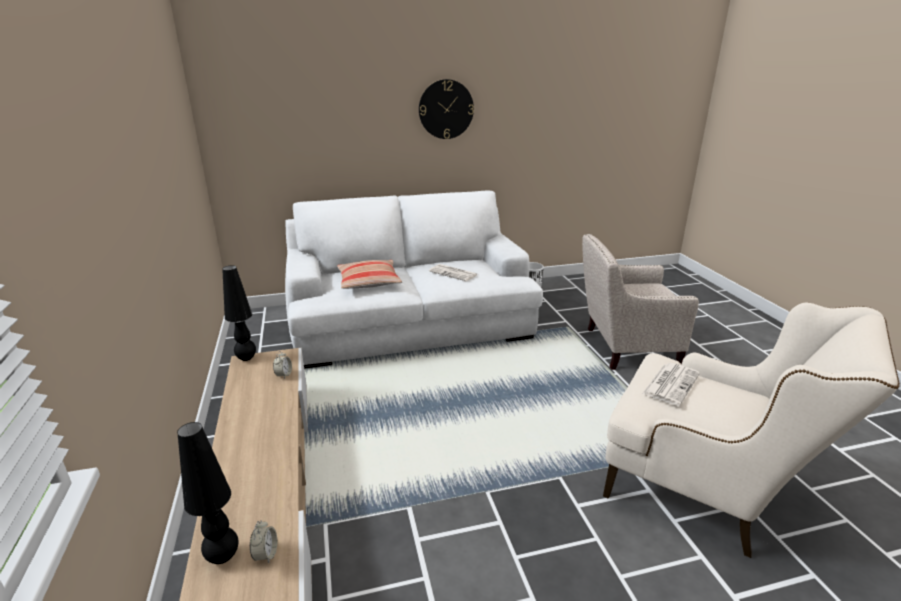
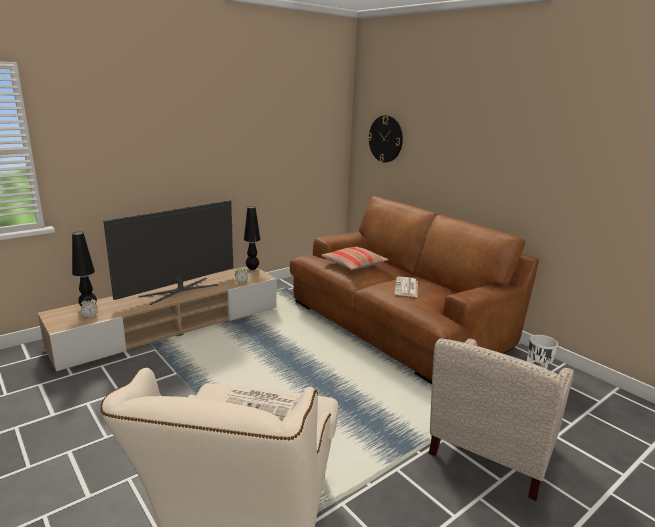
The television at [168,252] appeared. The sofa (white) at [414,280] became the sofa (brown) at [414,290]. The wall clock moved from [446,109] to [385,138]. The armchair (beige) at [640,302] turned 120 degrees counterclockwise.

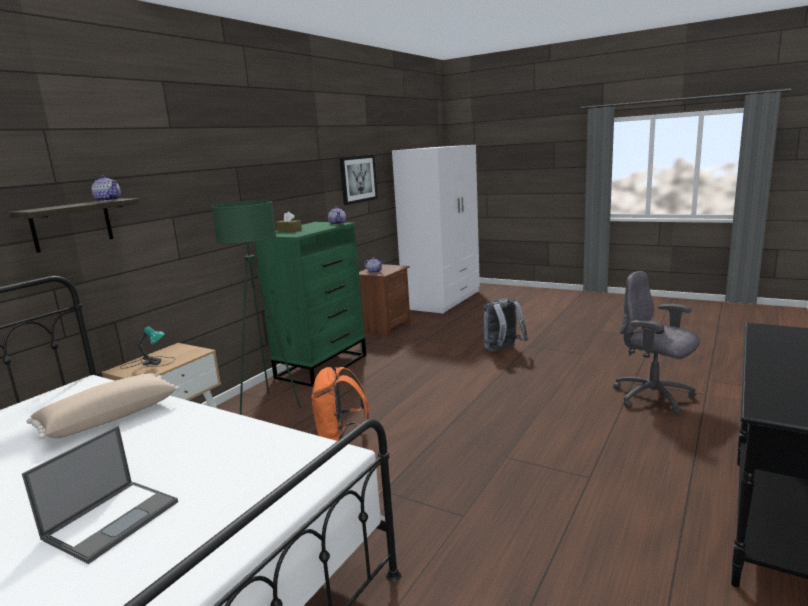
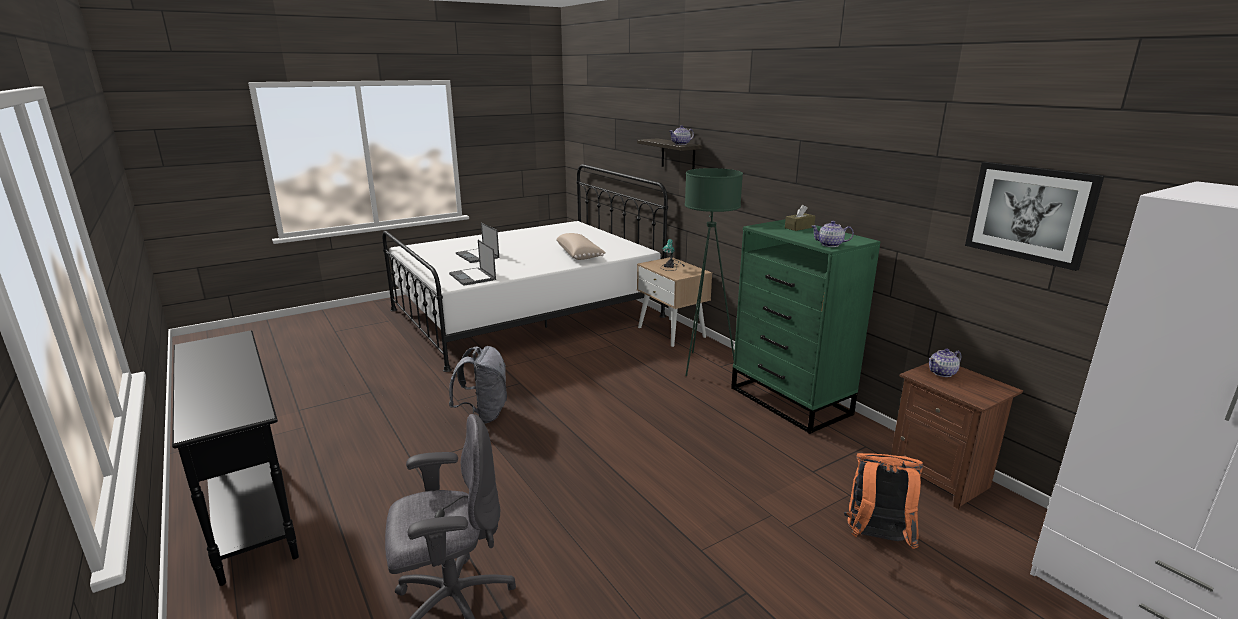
The laptop at [472,263] appeared. The backpack (grey) moved from [505,325] to [478,384]. The backpack (orange) moved from [340,404] to [883,501].

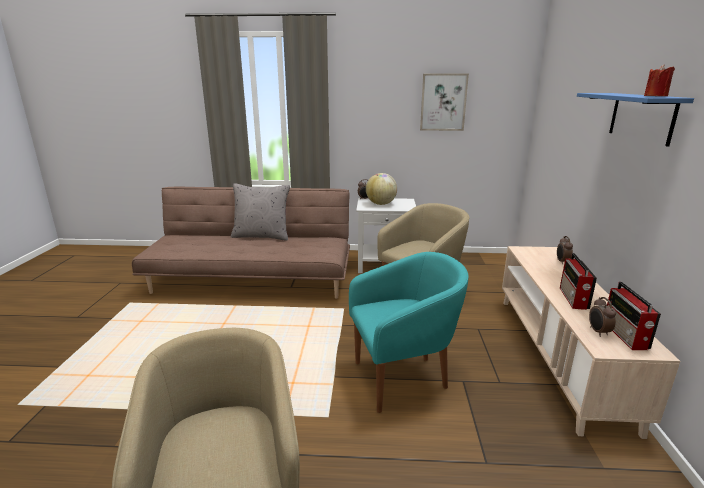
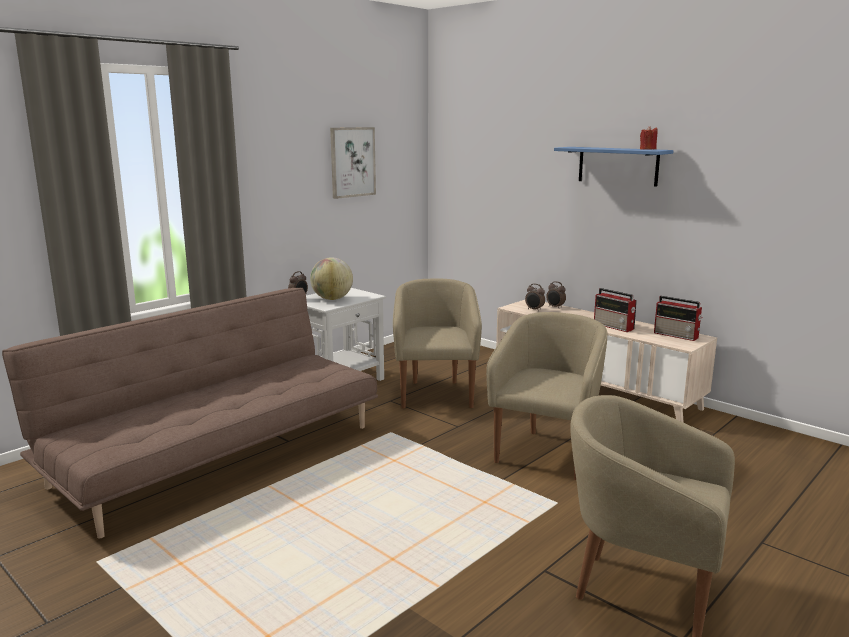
The armchair (turquoise) at [409,332] became the armchair (beige) at [546,396]. The alarm clock moved from [602,317] to [535,297]. The pillow (grey) at [260,211] disappeared.

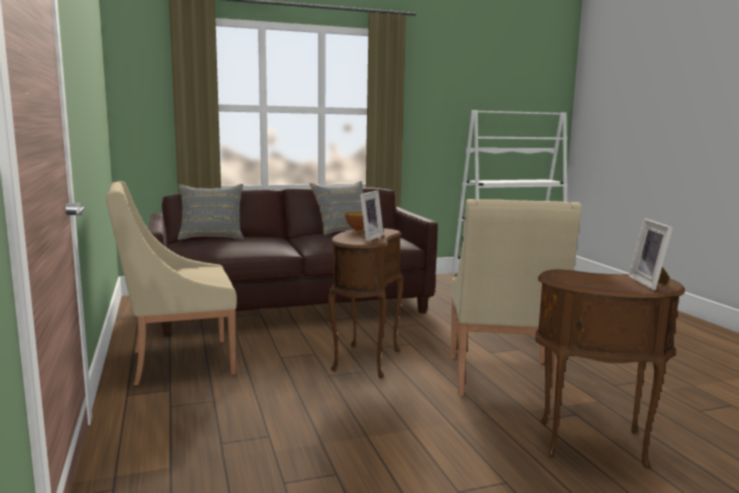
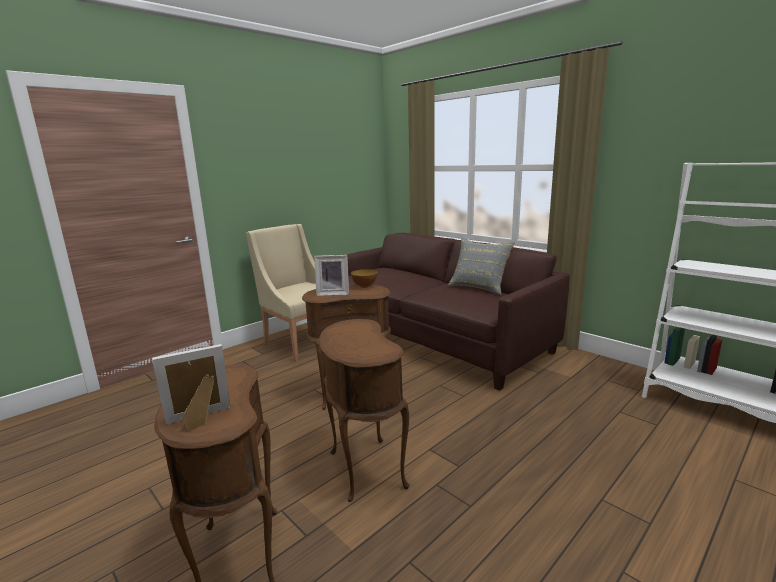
The armchair (beige) at [516,300] was replaced by the side table (brown) at [364,410]. The pillow (grey) at [211,212] disappeared.

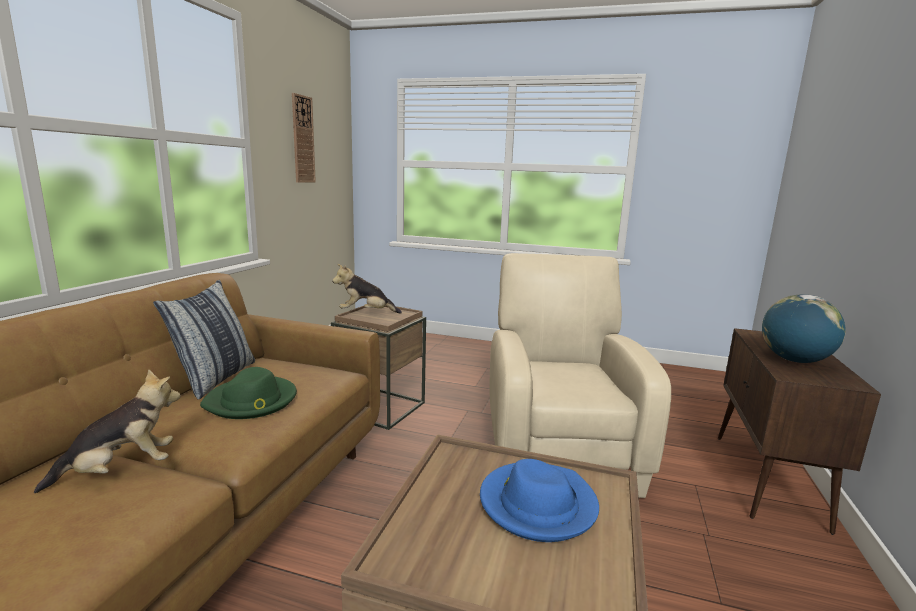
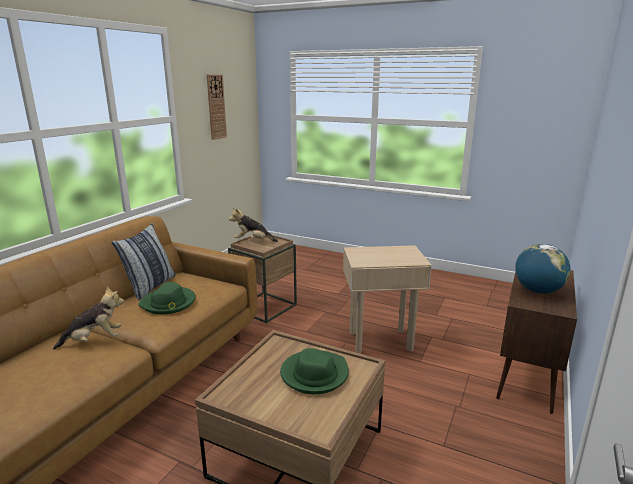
The hat (blue) at [539,500] became the hat (green) at [314,371]. The armchair (beige) at [580,375] was replaced by the side table (beige) at [387,299].

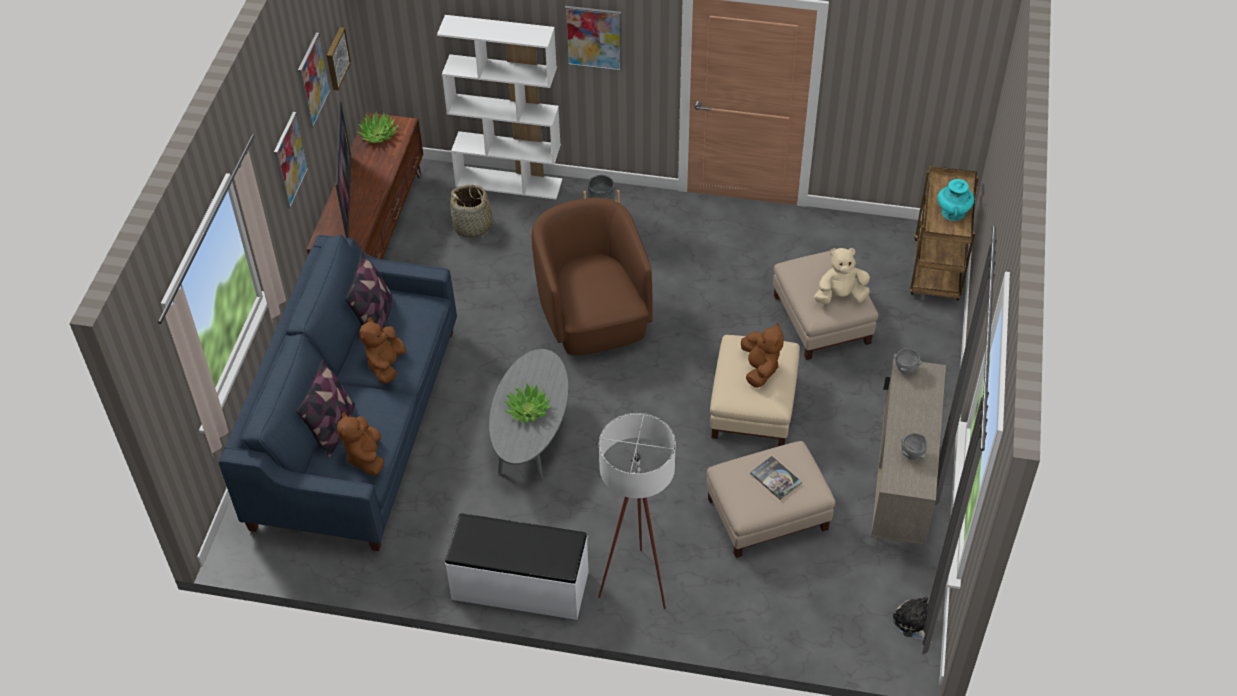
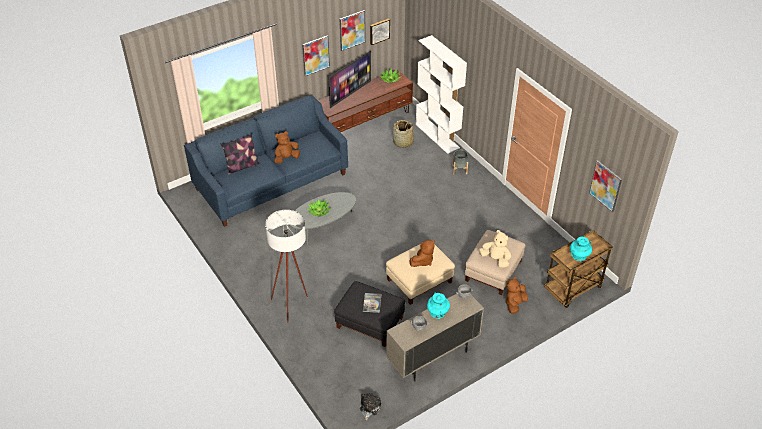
The ottoman (beige) at [771,499] became the ottoman (black) at [369,314]. The vase (turquoise) at [438,306] appeared. The plush toy (brown) moved from [360,444] to [517,295]. The picture moved from [593,38] to [605,186]. The pillow at [368,290] disappeared. The bench (white) at [517,566] disappeared. The armchair (brown) at [592,276] disappeared.

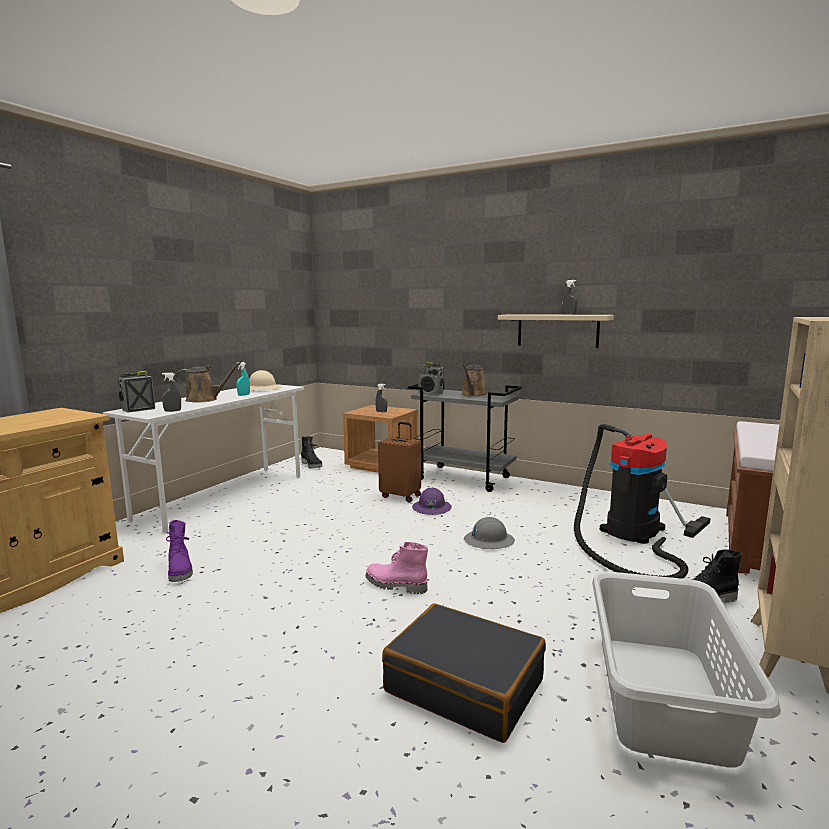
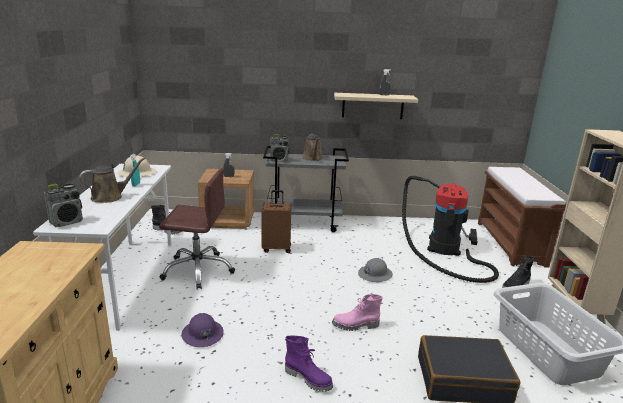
The radio at [136,392] turned 150 degrees counterclockwise. The office chair (brown) at [197,229] appeared. The hard hat (purple) moved from [432,501] to [202,330]. The boot (purple) moved from [179,551] to [309,363]. The spray bottle (grey) at [171,392] disappeared.

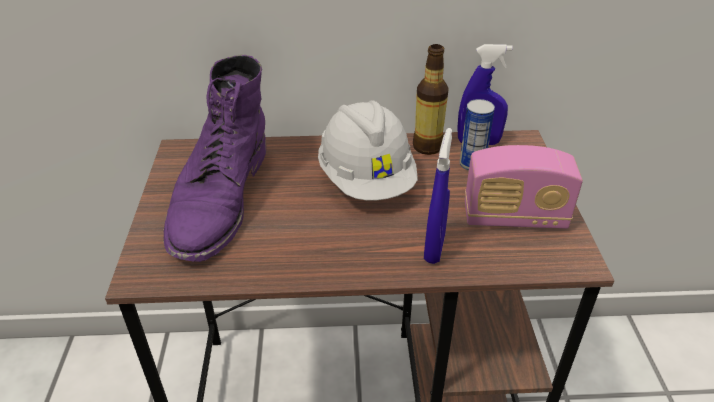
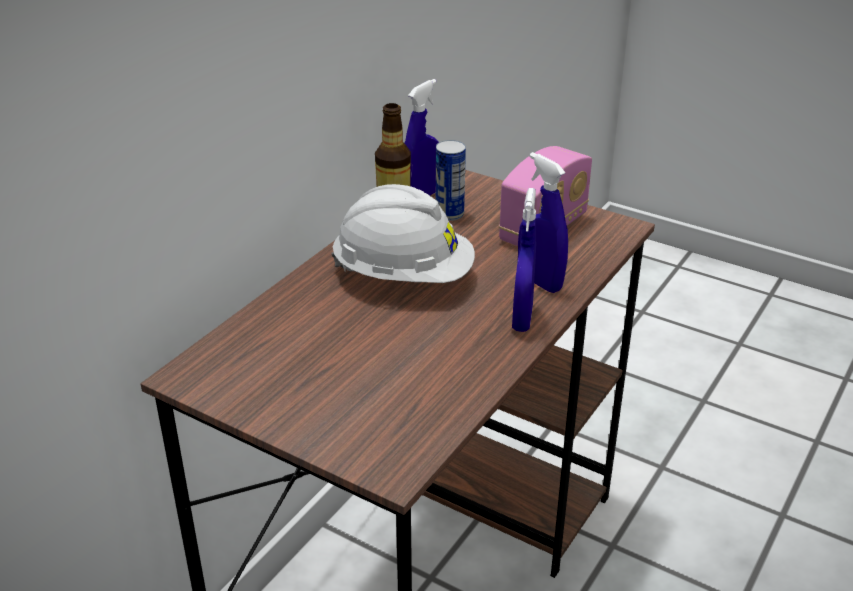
The spray bottle (blue) at [524,260] appeared. The boot (purple) at [214,158] disappeared.

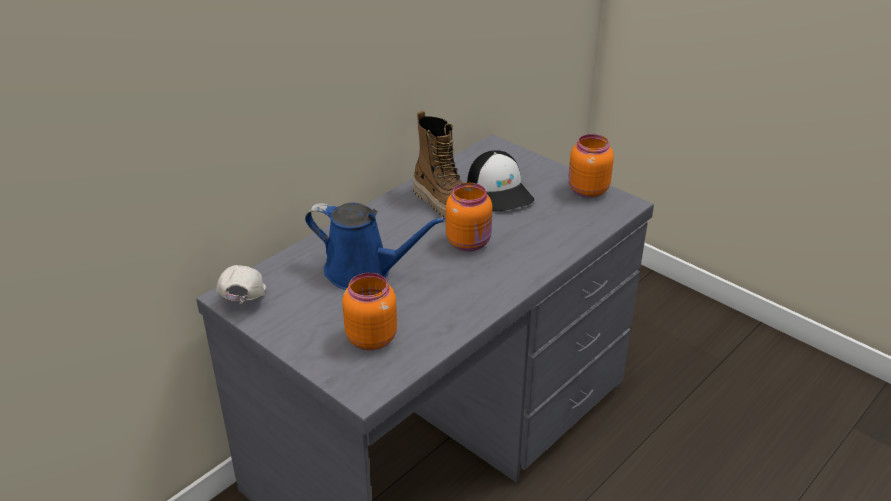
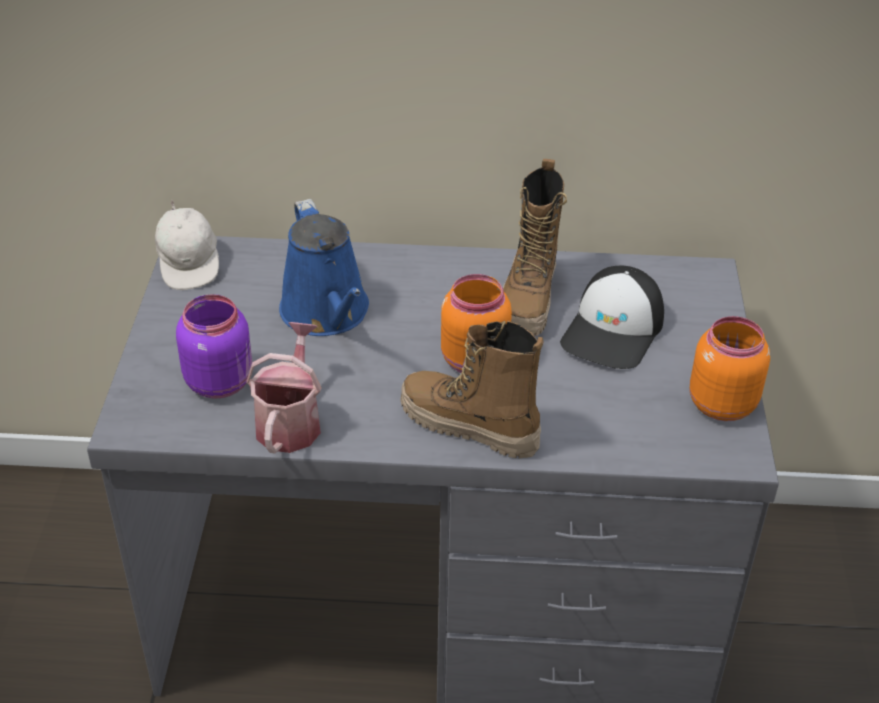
The cap (white) at [241,284] turned 120 degrees clockwise. The jar (orange) at [369,311] became the jar (purple) at [214,346]. The watering can at [283,387] appeared. The boot at [471,389] appeared.

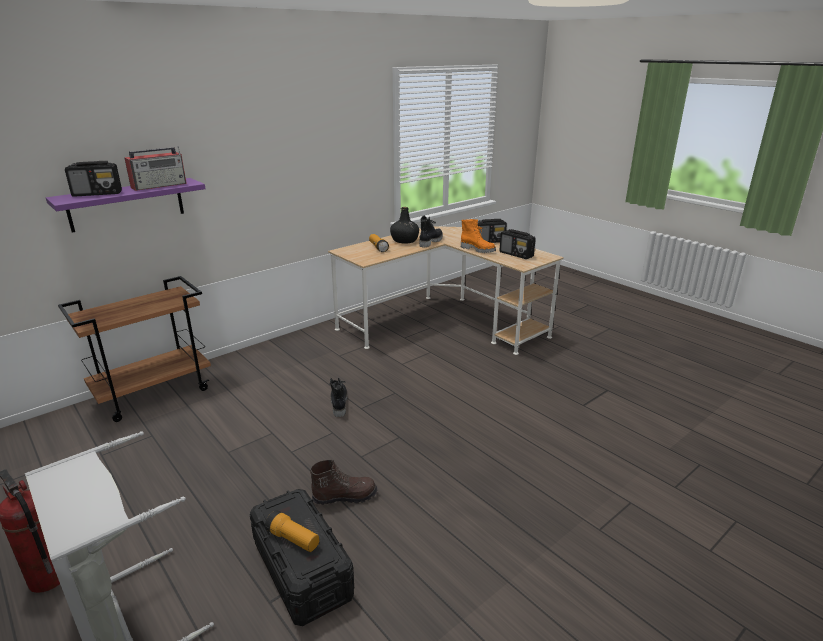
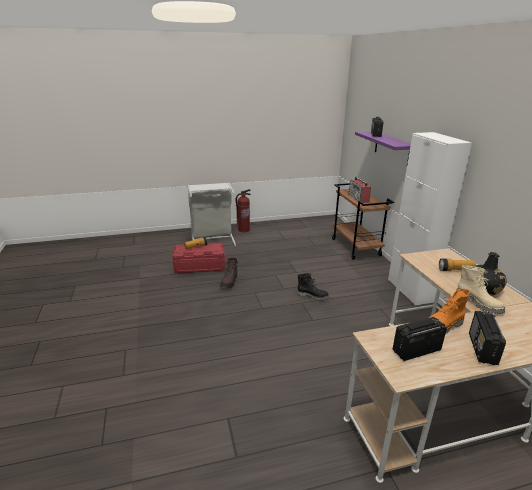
The storage box (black) at [302,557] became the storage box (red) at [198,258]. The radio moved from [155,168] to [360,190]. The cabinet (white) at [430,218] appeared. The boot (black) at [431,231] became the boot (beige) at [481,289].

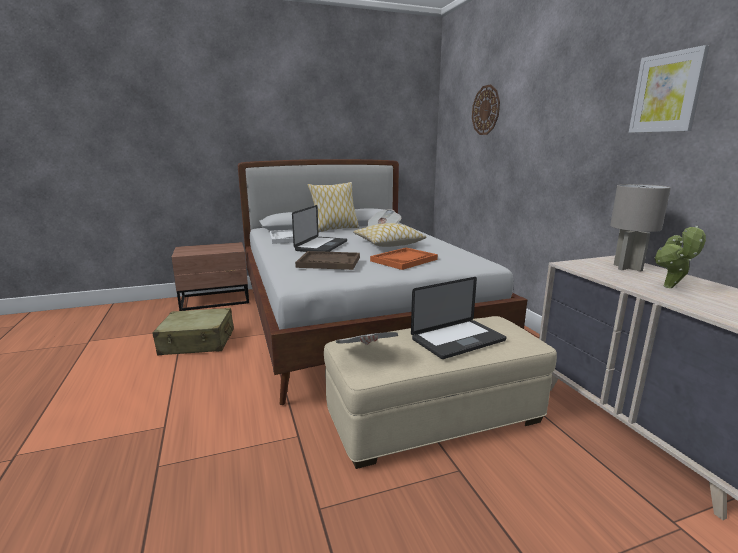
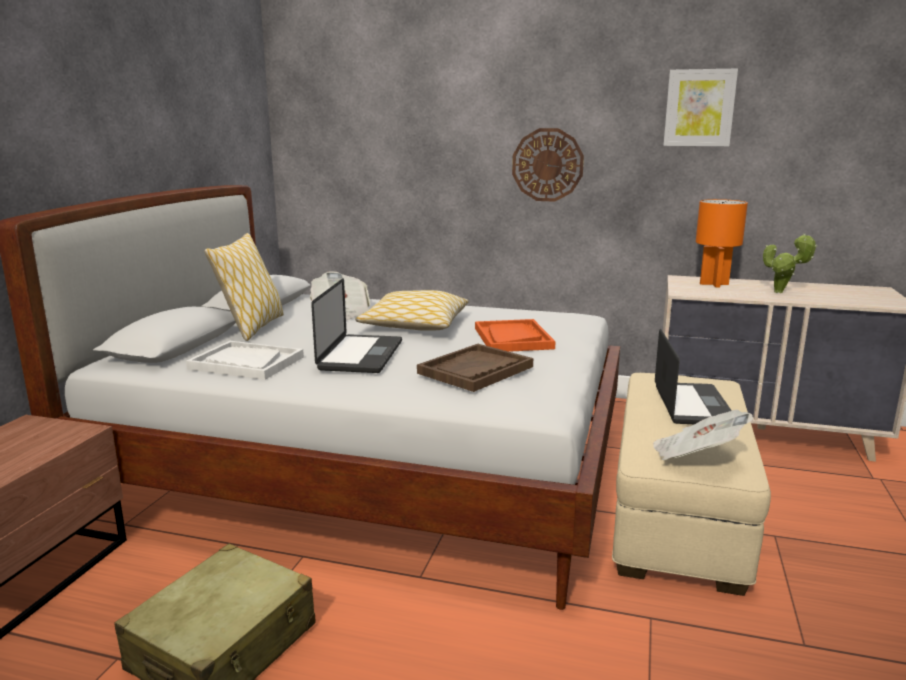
The laptop at [319,228] turned 45 degrees clockwise. The wall clock moved from [486,109] to [548,165]. The table lamp (grey) at [640,228] became the table lamp (orange) at [722,243].

